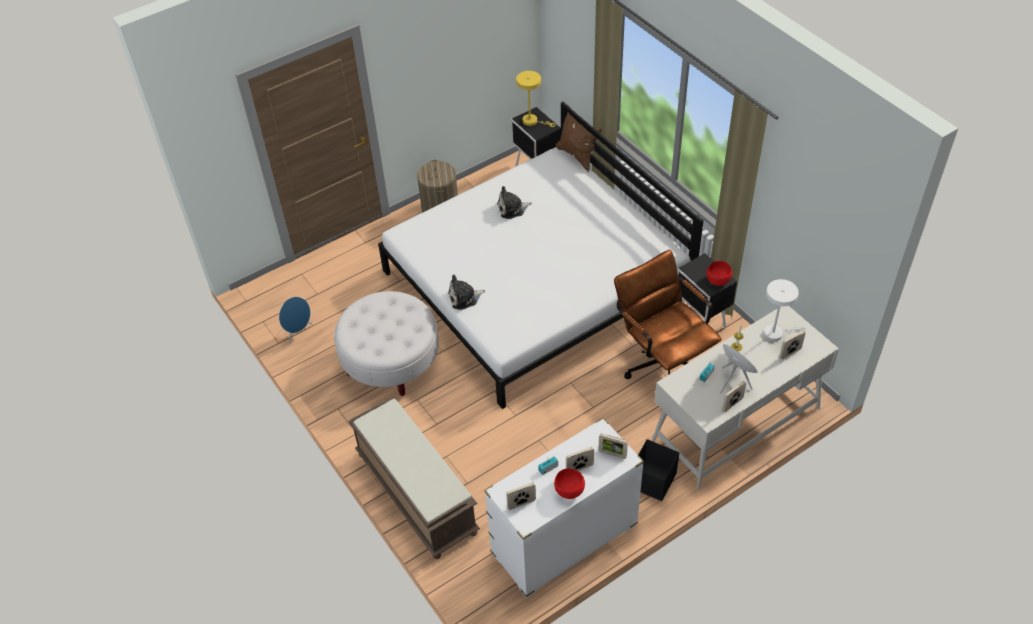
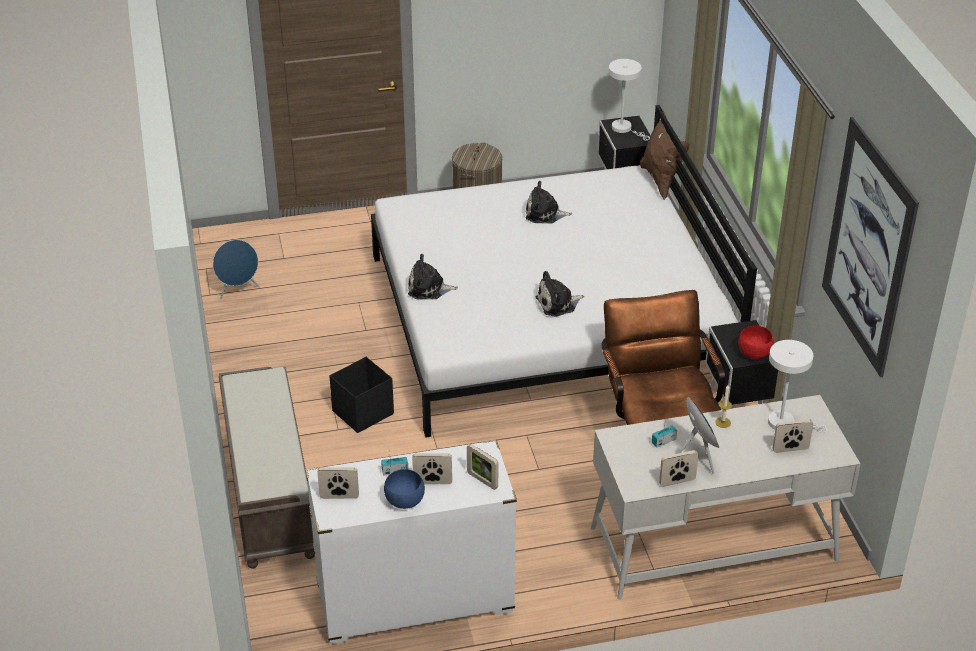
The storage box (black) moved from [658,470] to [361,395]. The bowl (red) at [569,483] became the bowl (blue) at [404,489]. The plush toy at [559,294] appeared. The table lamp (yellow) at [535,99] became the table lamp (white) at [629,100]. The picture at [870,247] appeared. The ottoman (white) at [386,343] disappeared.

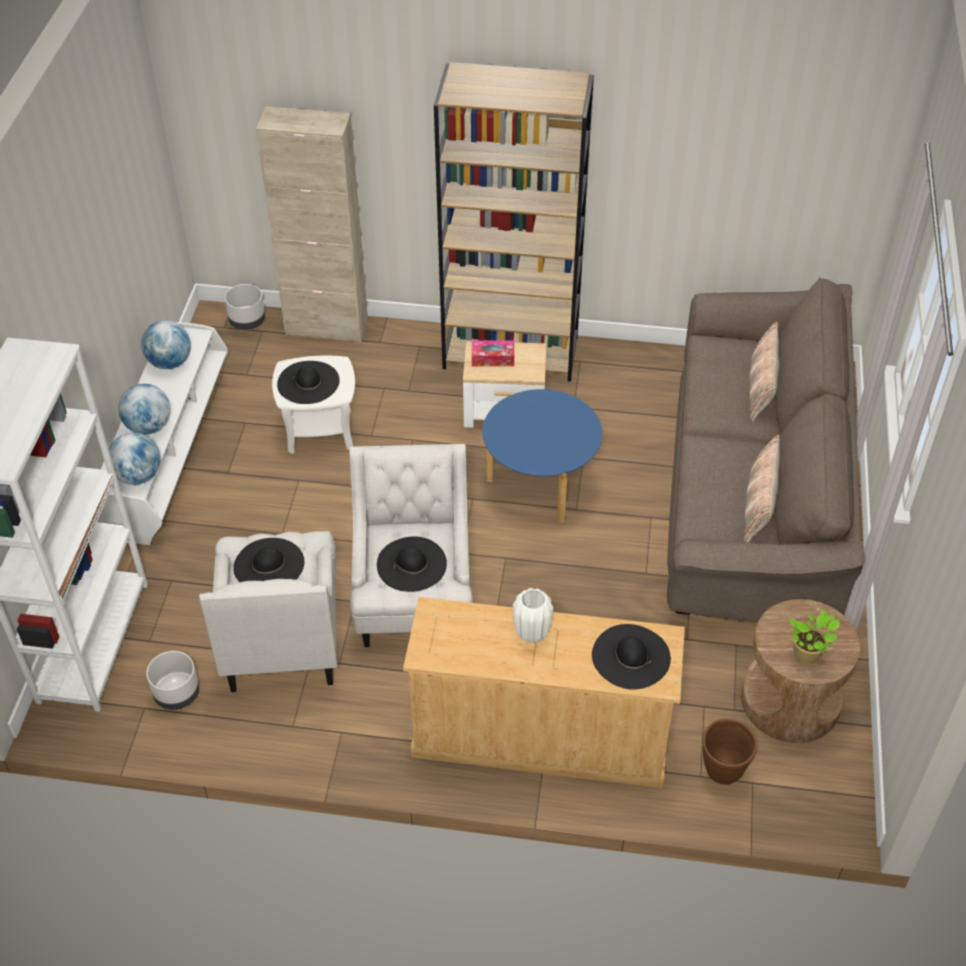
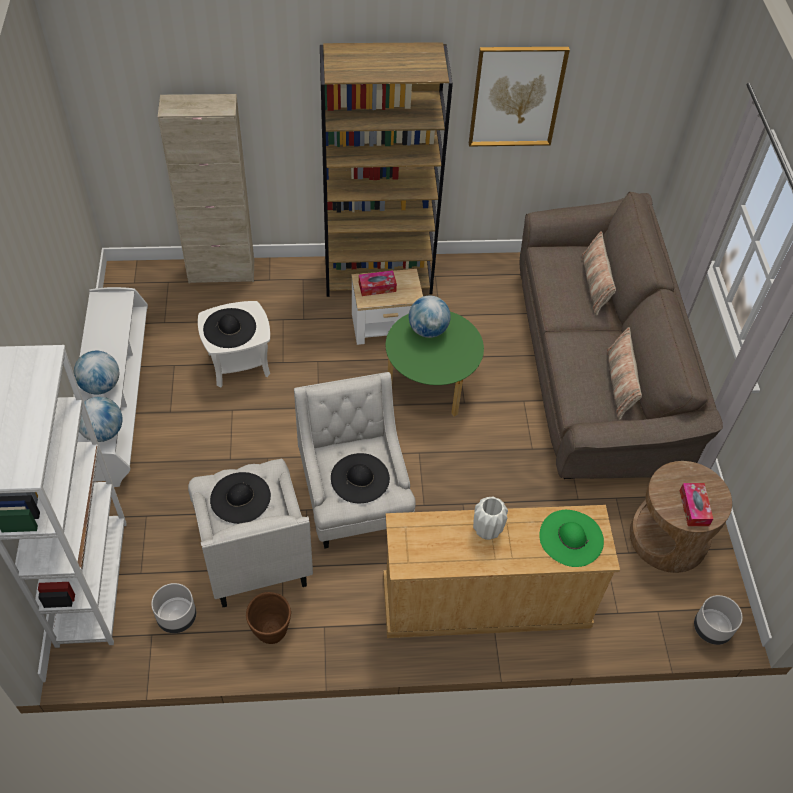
The planter (brown) moved from [729,751] to [268,618]. The coffee table (blue) at [542,456] became the coffee table (green) at [435,364]. The globe moved from [166,344] to [430,317]. The picture at [519,96] appeared. The hat (black) at [631,657] became the hat (green) at [571,538]. The potted plant at [813,636] was replaced by the tissue box at [696,504]. The planter (grey) moved from [245,307] to [718,620].

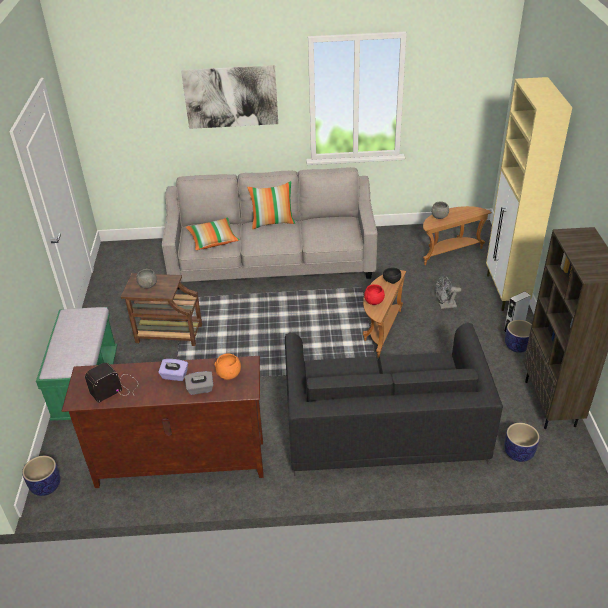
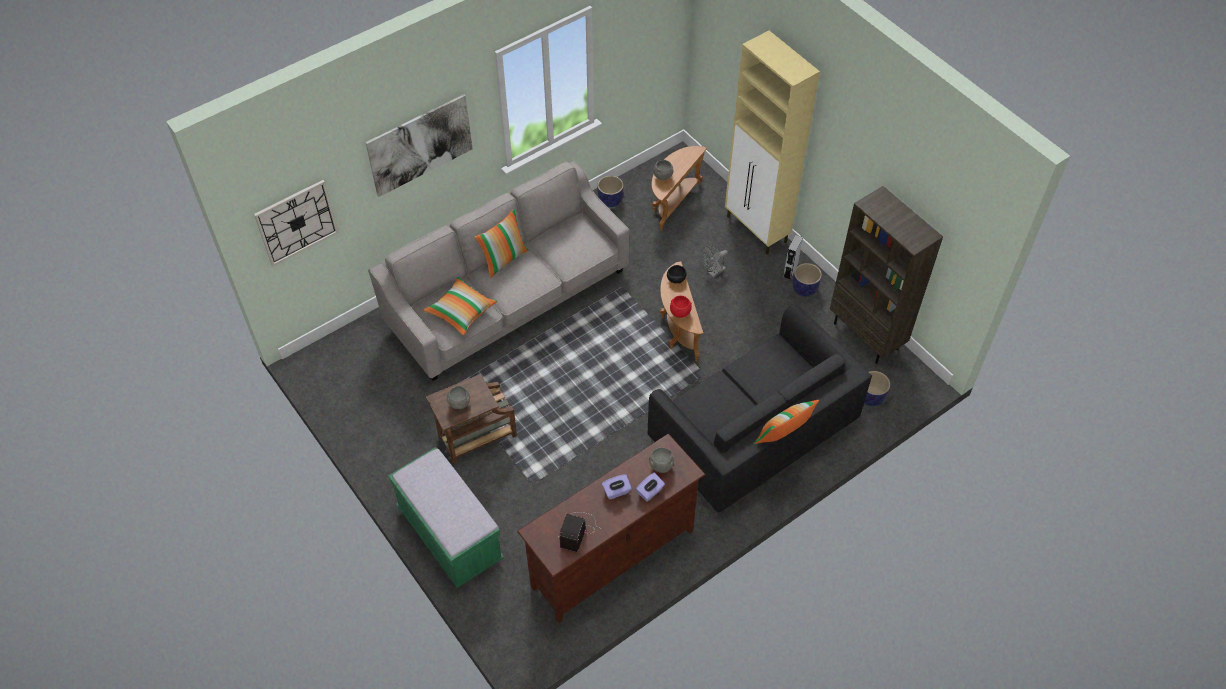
The wall clock at [296,223] appeared. The planter moved from [41,476] to [610,191]. The tissue box (grey) at [199,383] became the tissue box (purple) at [650,487]. The bowl (orange) at [227,366] became the bowl (grey) at [661,460]. The pillow at [786,422] appeared.

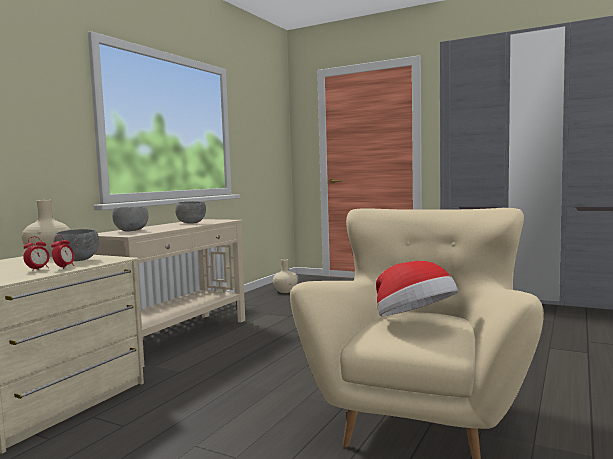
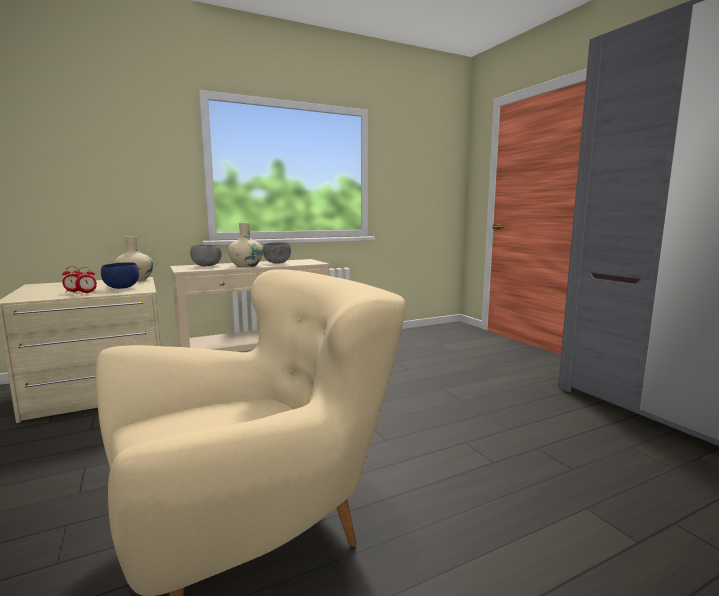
The bowl (grey) at [76,245] became the bowl (blue) at [120,275]. The vase (beige) moved from [286,276] to [245,245]. The hat at [417,288] disappeared.

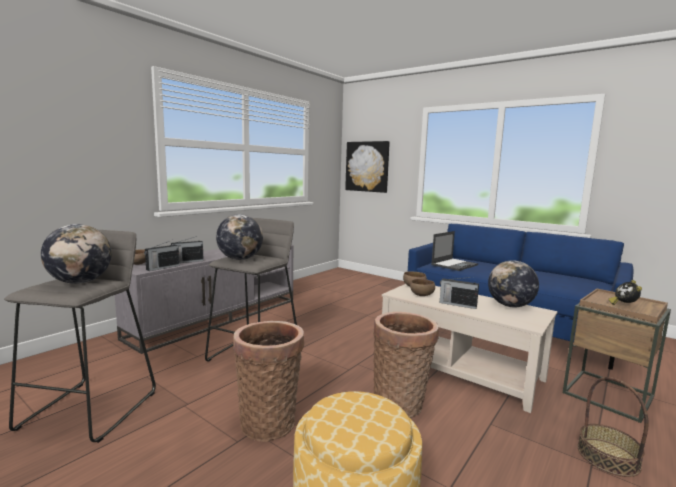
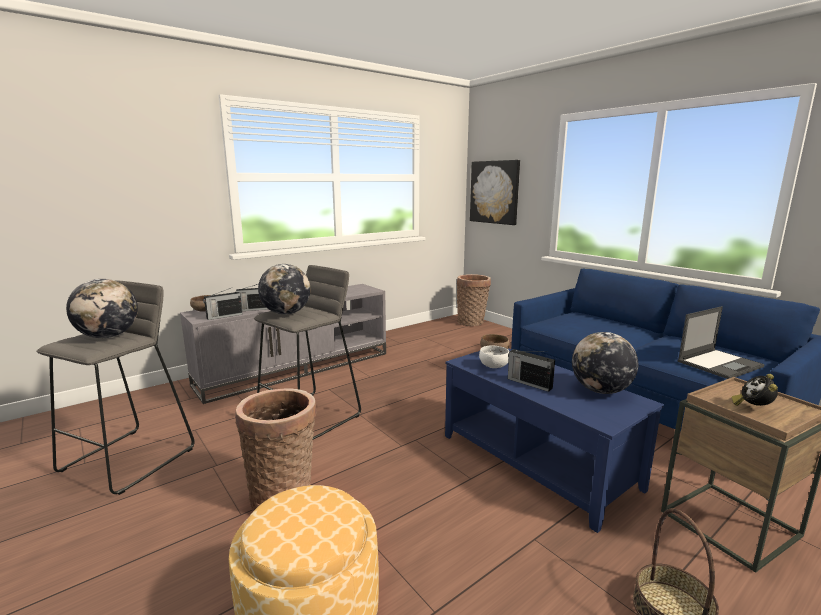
The coffee table (beige) at [469,348] became the coffee table (blue) at [554,440]. The basket moved from [406,365] to [474,300]. The bowl (brown) at [422,287] became the bowl (white) at [494,357]. The laptop moved from [454,251] to [721,342].

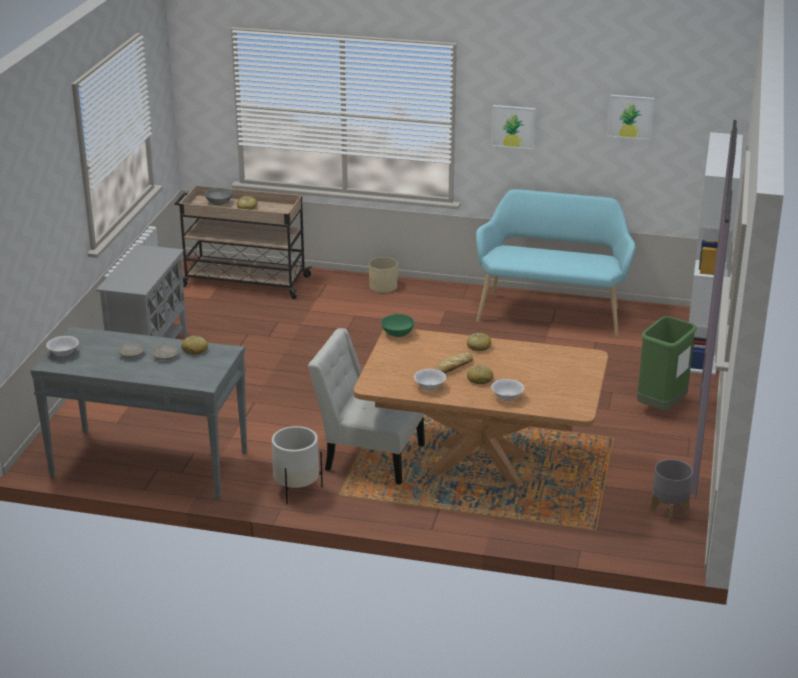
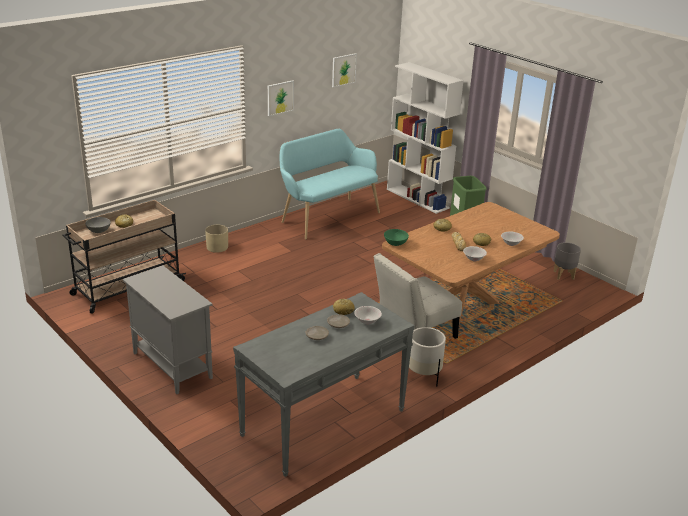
The bowl (white) moved from [62,346] to [368,315].

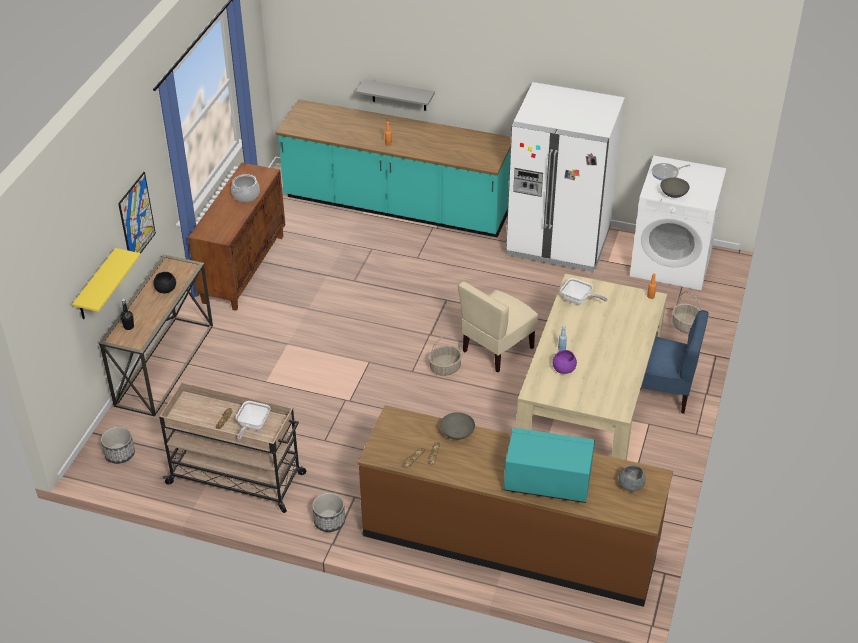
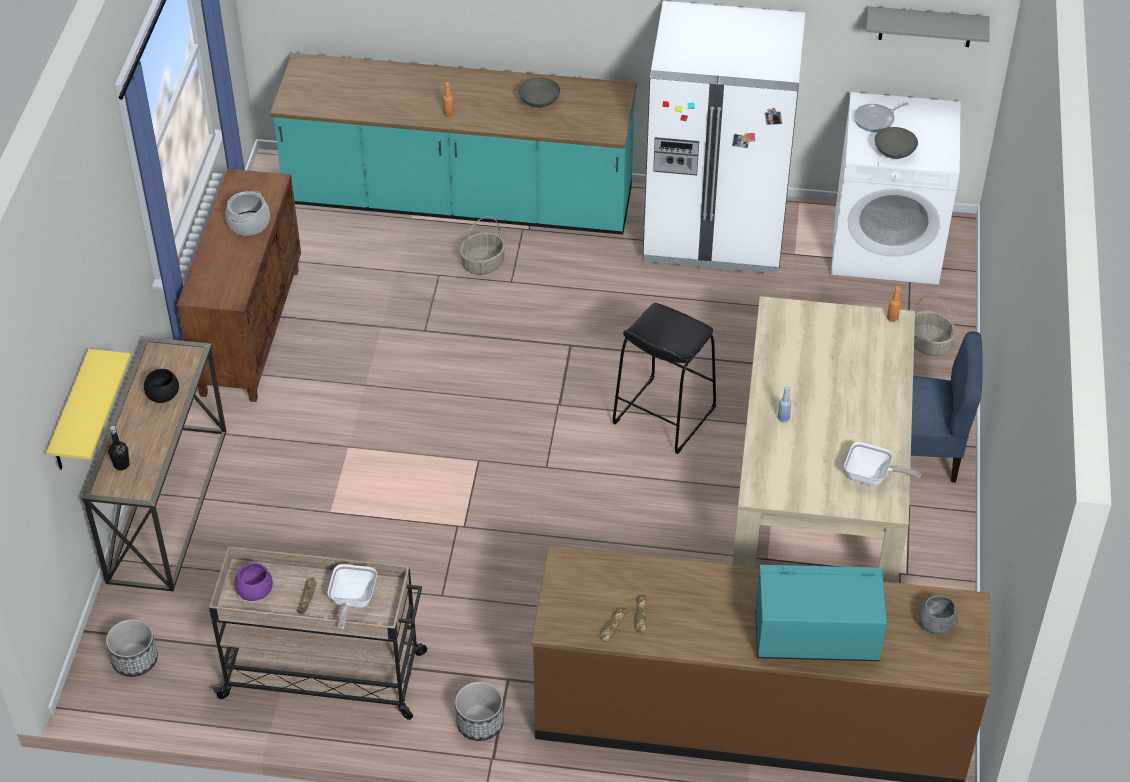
The bowl (purple) moved from [564,362] to [253,582]. The basket moved from [445,355] to [483,245]. The bowl (grey) moved from [457,426] to [539,92]. The chair (beige) at [498,327] was replaced by the stool (black) at [664,378]. The frying pan moved from [584,291] to [882,464]. The shelf (grey) moved from [395,95] to [928,26]. The picture at [137,213] disappeared.

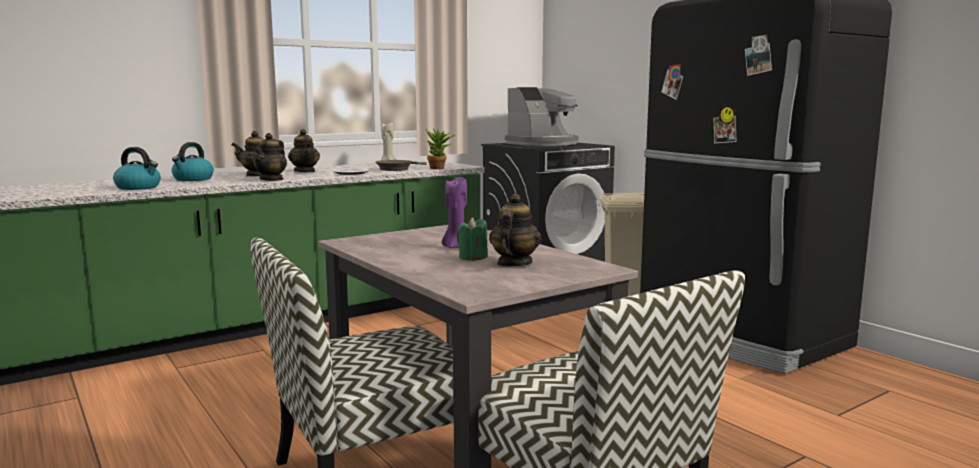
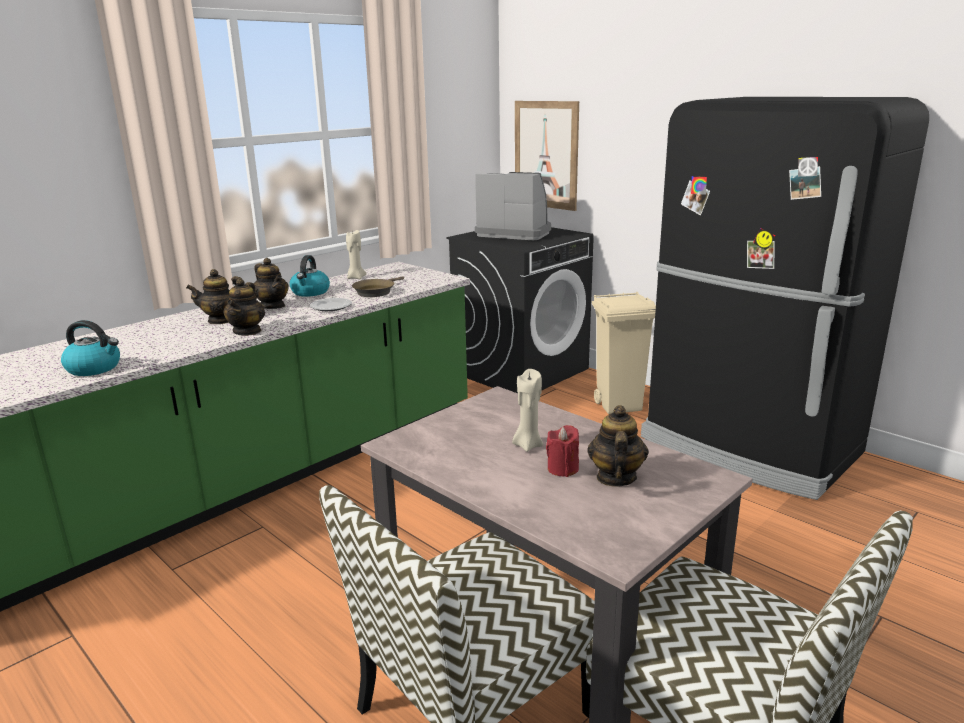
The kettle moved from [193,161] to [310,276]. The coffee machine at [541,116] turned 105 degrees counterclockwise. The candle (purple) at [454,212] became the candle (beige) at [527,410]. The picture at [547,156] appeared. The candle (green) at [472,239] became the candle (red) at [562,451]. The potted plant at [440,148] disappeared.

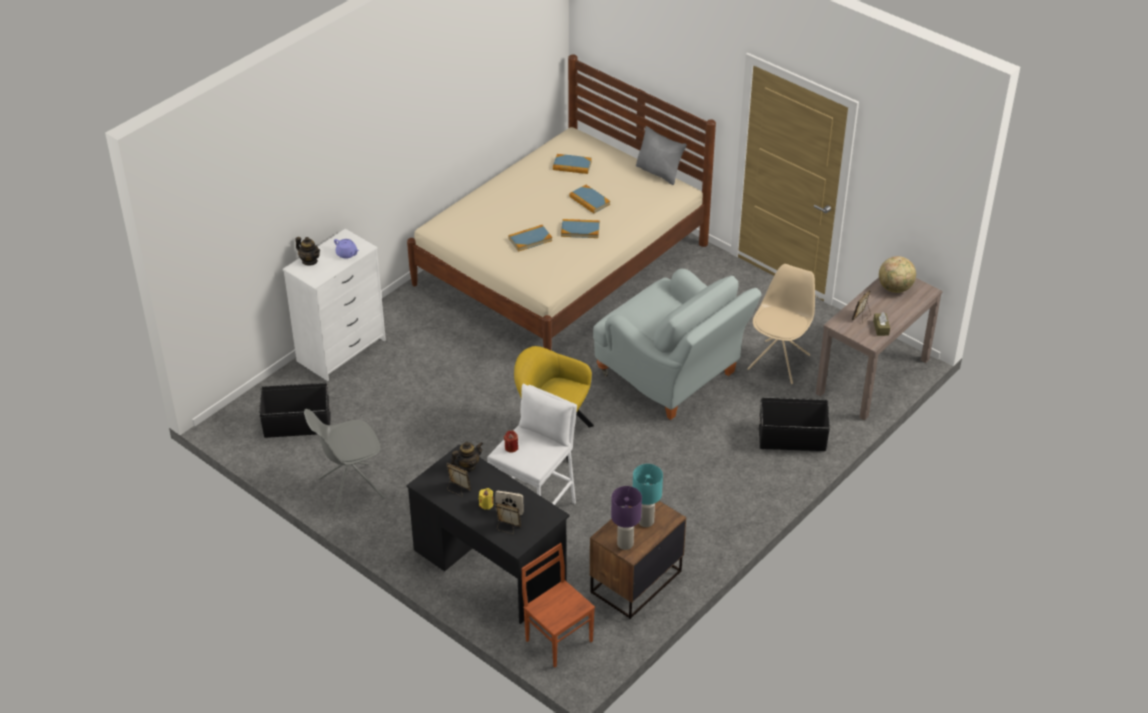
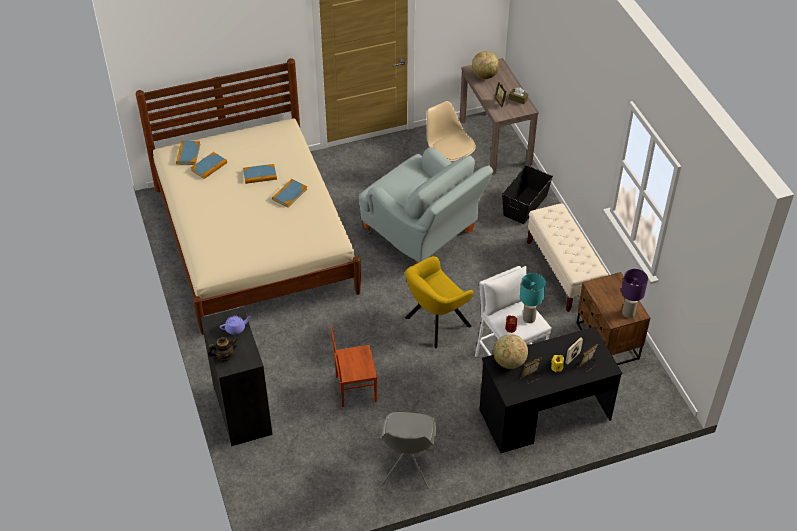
The book moved from [530,238] to [188,153]. The dresser (white) at [334,305] became the dresser (black) at [237,376]. The chair (brown) moved from [558,605] to [353,366]. The armchair (grey) at [677,344] turned 60 degrees clockwise. The teapot at [467,457] was replaced by the globe at [510,351]. The table lamp (turquoise) moved from [648,495] to [533,298]. The bench (beige) at [567,258] appeared. The storage box (black) at [294,410] disappeared. The pillow (grey) at [661,155] disappeared.

